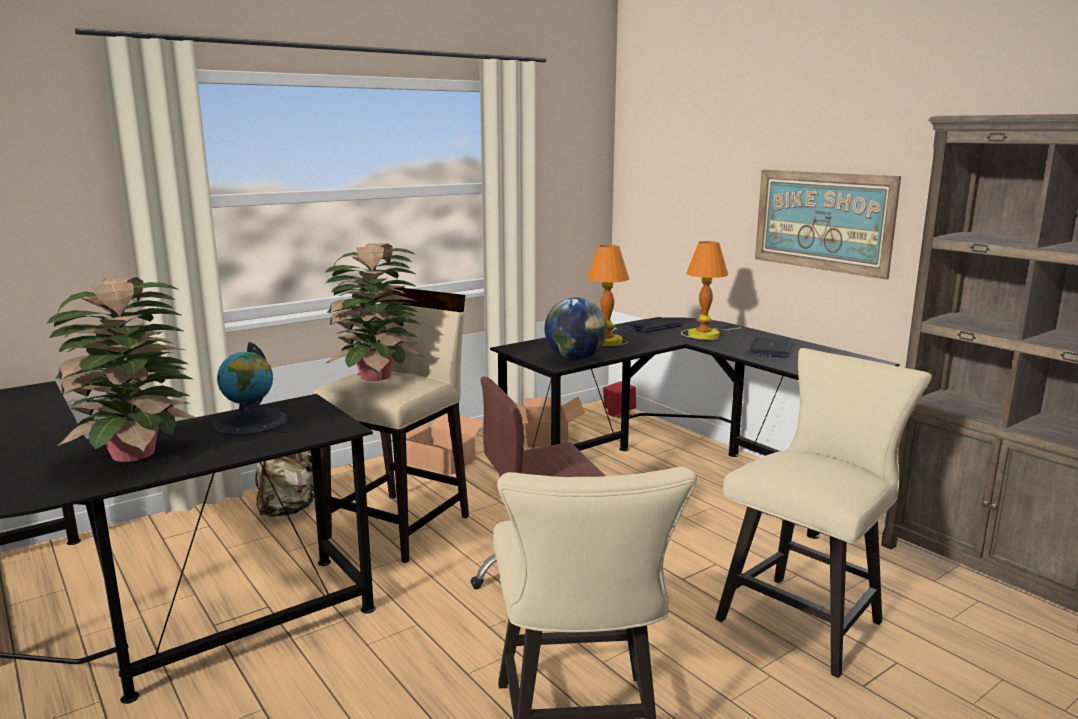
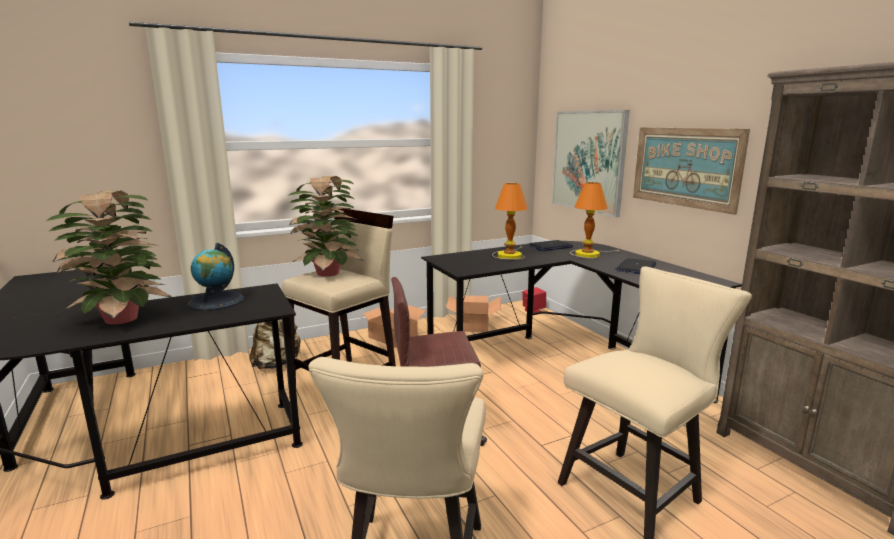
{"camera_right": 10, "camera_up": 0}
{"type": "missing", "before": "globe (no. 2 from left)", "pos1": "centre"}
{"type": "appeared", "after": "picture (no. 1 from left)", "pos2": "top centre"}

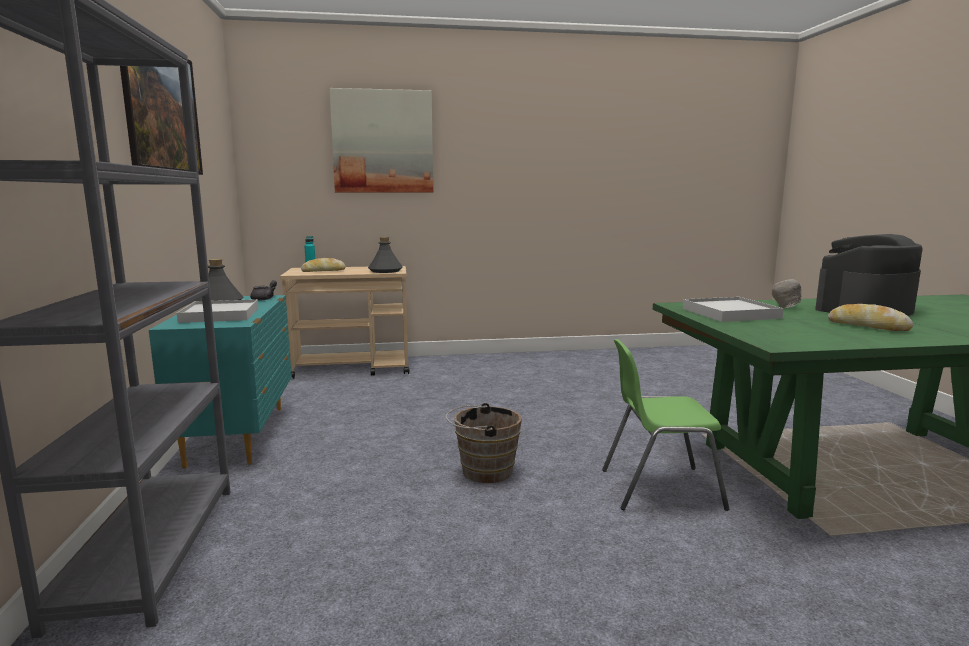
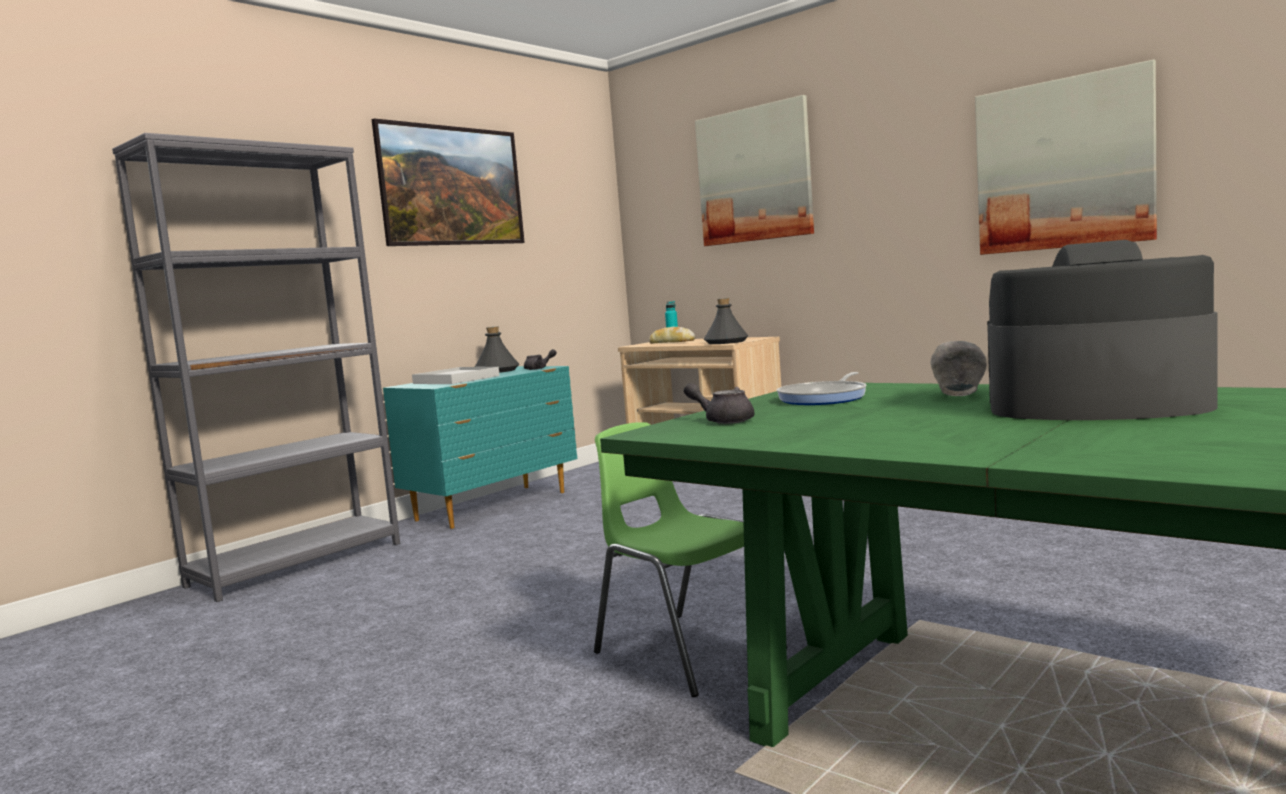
{"camera_right": 50, "camera_up": -5}
{"type": "exchanged", "before": "tray in white (no. 2 from left)", "after": "frying pan", "pos1": "middle right", "pos2": "centre"}
{"type": "missing", "before": "bread (no. 2 from left)", "pos1": "middle right"}
{"type": "missing", "before": "bucket in brown", "pos1": "bottom centre"}
{"type": "appeared", "after": "picture (no. 3 from left)", "pos2": "top right"}
{"type": "appeared", "after": "teapot in grey (no. 2 from left)", "pos2": "centre"}

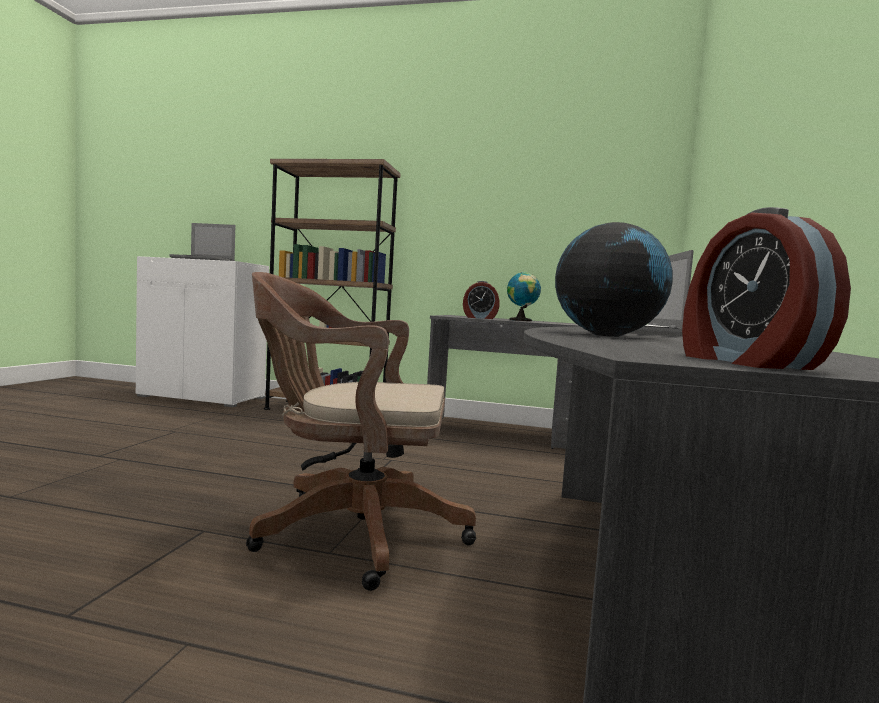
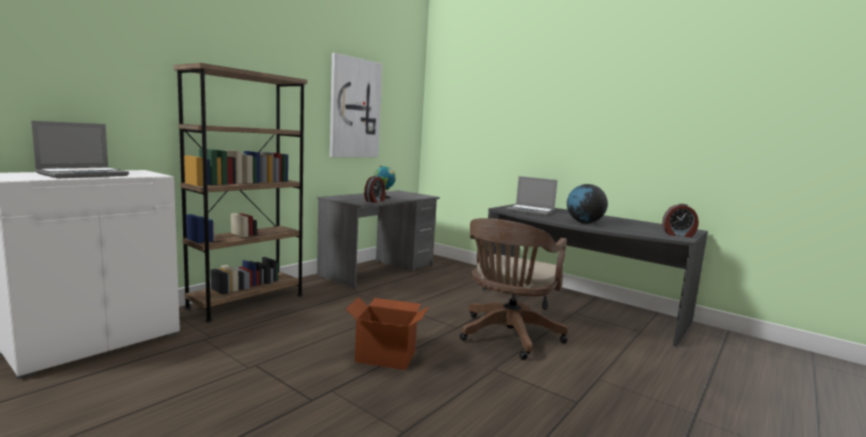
{"camera_right": -65, "camera_up": 5}
{"type": "appeared", "after": "picture", "pos2": "top centre"}
{"type": "appeared", "after": "cardboard box", "pos2": "bottom centre"}

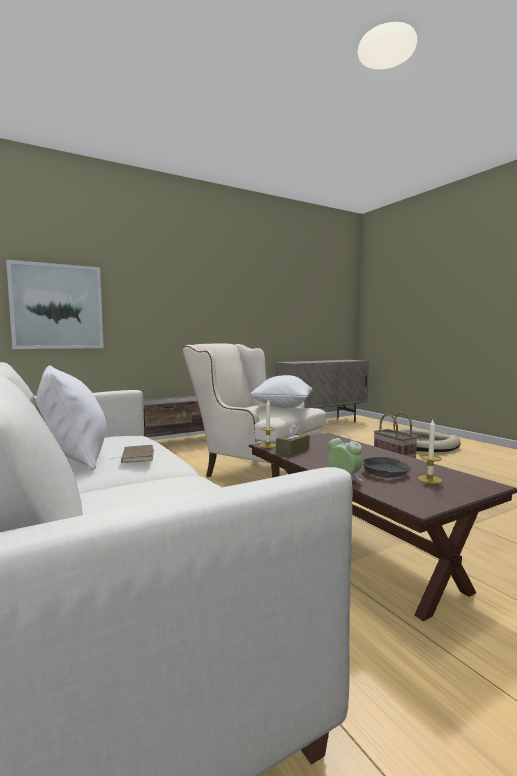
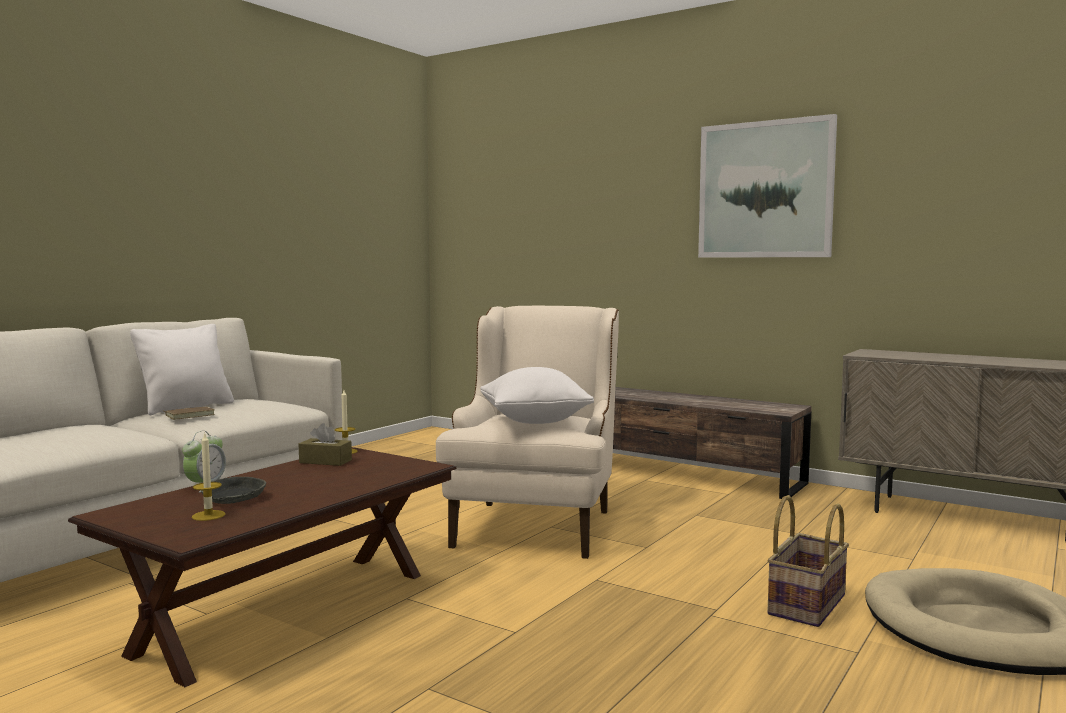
{"camera_right": 65, "camera_up": 0}
{"type": "relocated", "before": "picture", "pos1": "middle left", "pos2": "top right"}

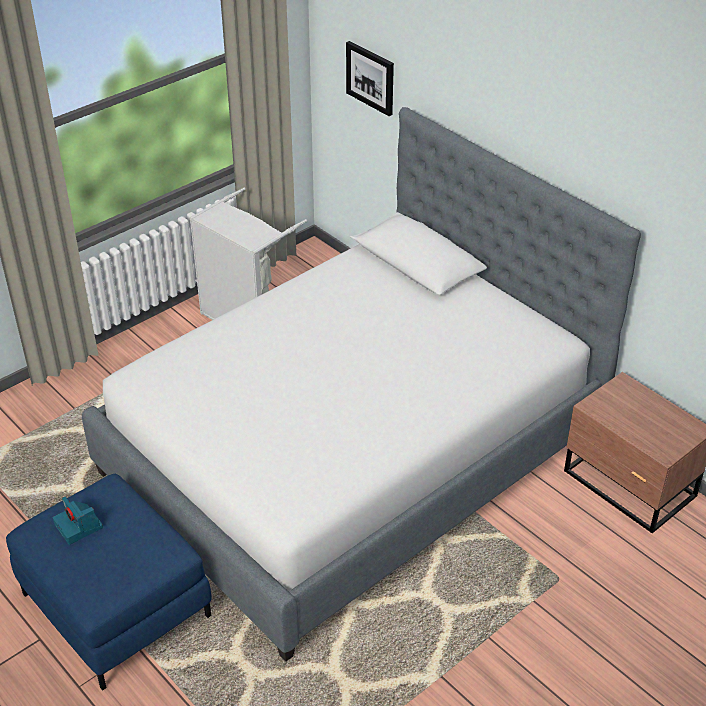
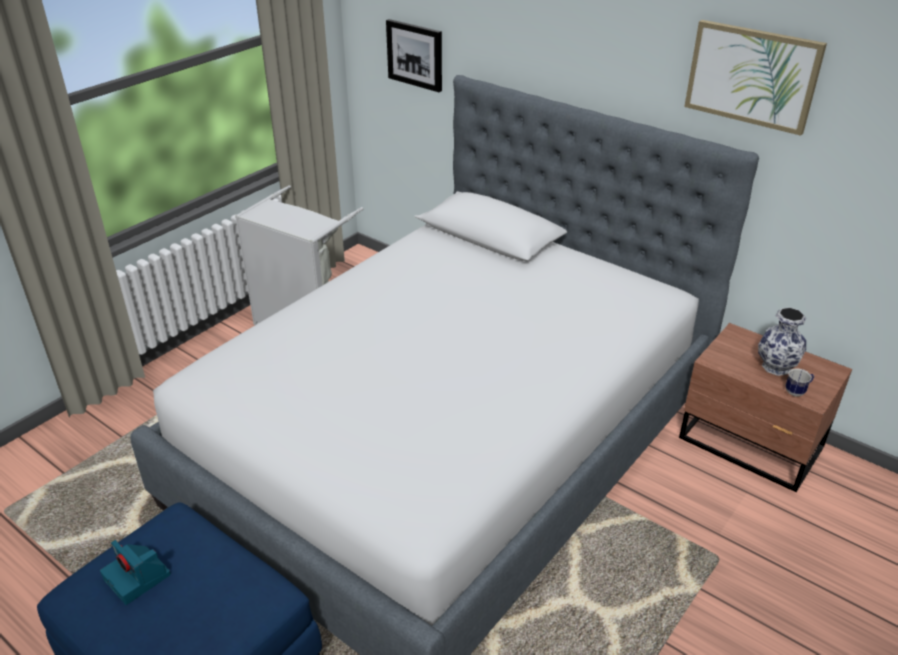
{"camera_right": -10, "camera_up": -5}
{"type": "appeared", "after": "picture (no. 2 from left)", "pos2": "top right"}
{"type": "appeared", "after": "vase", "pos2": "middle right"}
{"type": "appeared", "after": "mug", "pos2": "middle right"}

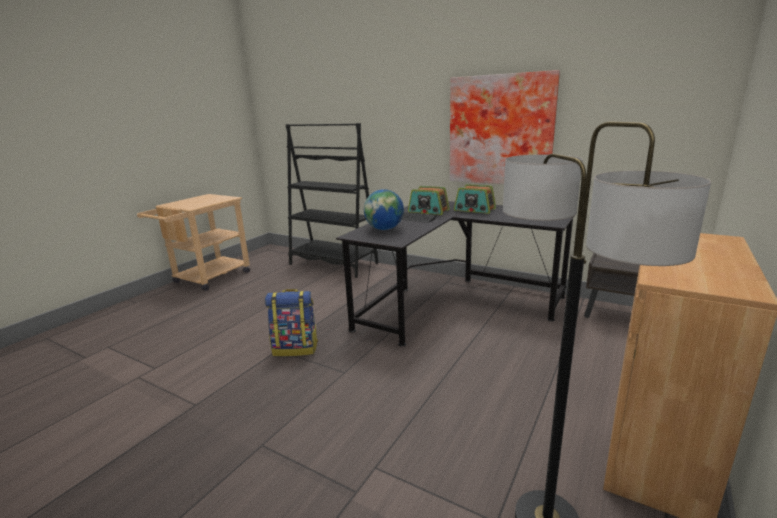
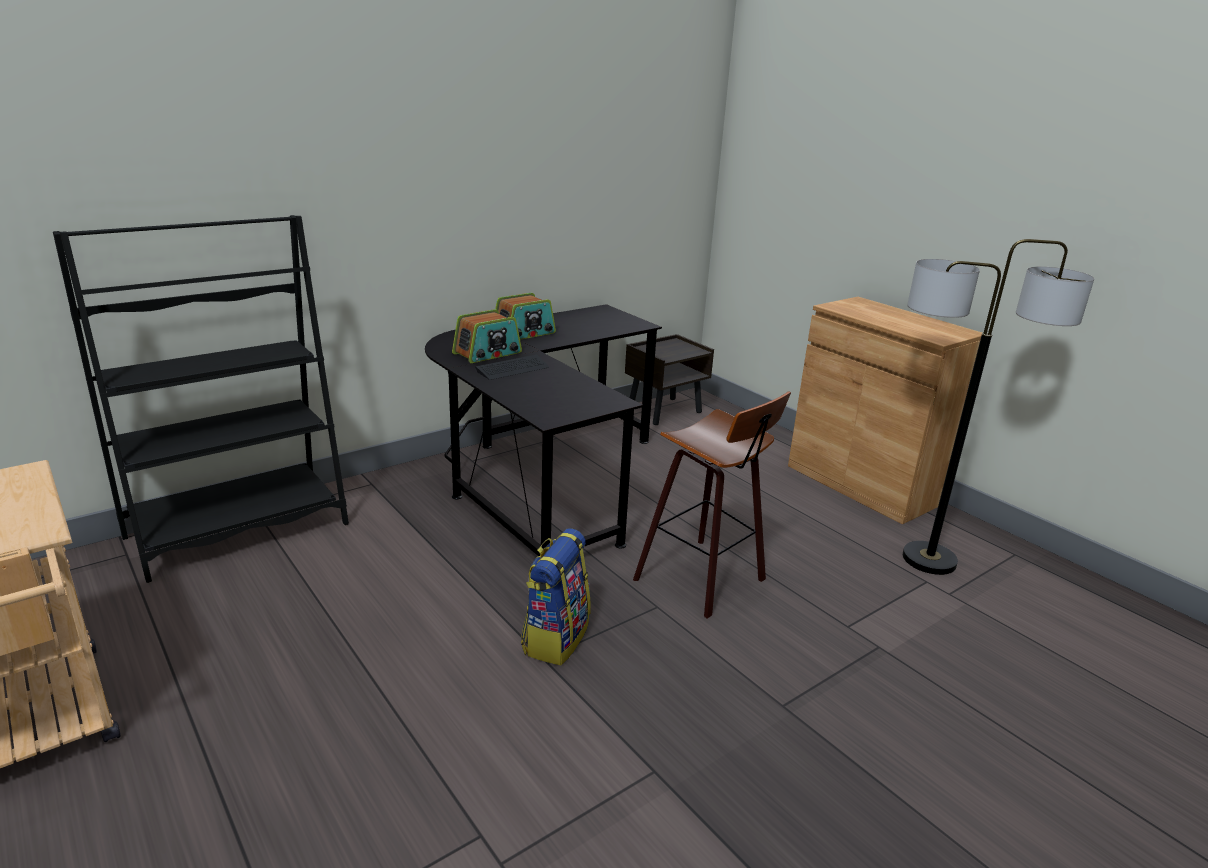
{"camera_right": -70, "camera_up": 5}
{"type": "missing", "before": "picture", "pos1": "top centre"}
{"type": "missing", "before": "globe", "pos1": "centre"}
{"type": "appeared", "after": "stool", "pos2": "centre"}

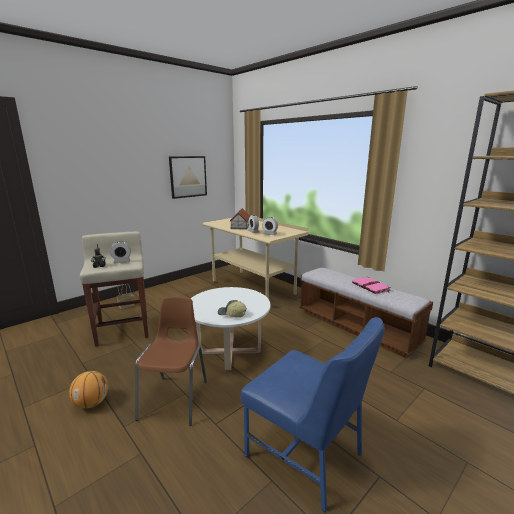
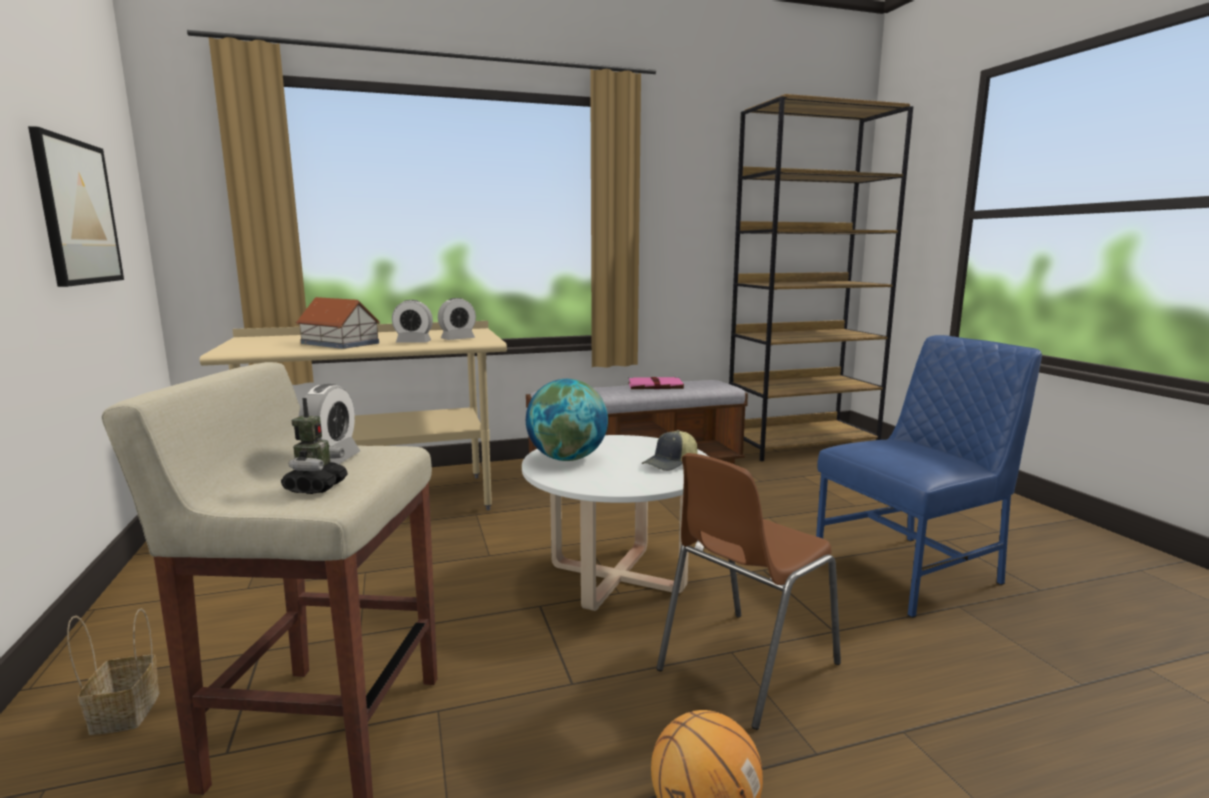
{"camera_right": -65, "camera_up": -5}
{"type": "spun", "before": "chair in brown", "pos1": "bottom left", "pos2": "bottom centre", "turn": -75}
{"type": "appeared", "after": "globe", "pos2": "centre"}

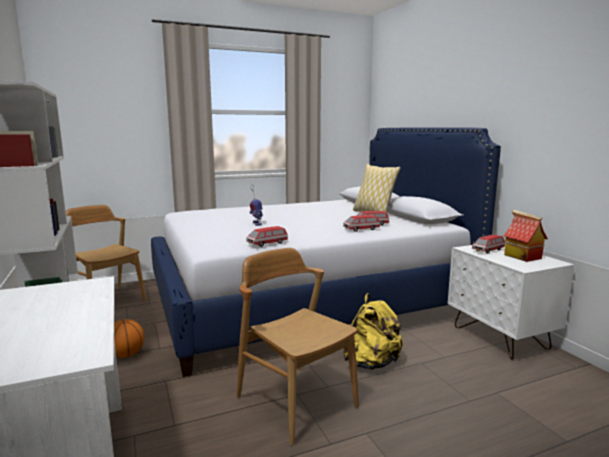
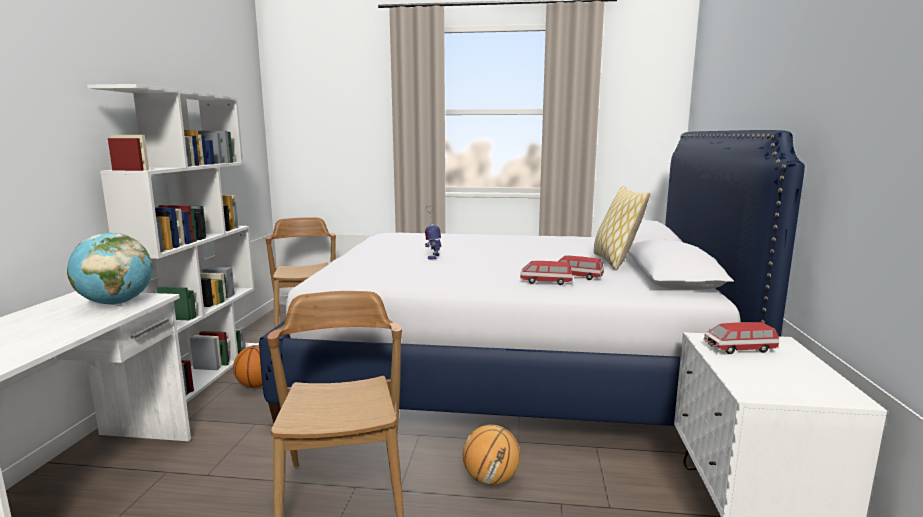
{"camera_right": 30, "camera_up": 0}
{"type": "missing", "before": "toy house", "pos1": "middle right"}
{"type": "missing", "before": "toy car (no. 1 from left)", "pos1": "centre"}
{"type": "exchanged", "before": "backpack in yellow", "after": "basketball (no. 2 from left)", "pos1": "bottom centre", "pos2": "bottom centre"}
{"type": "appeared", "after": "globe", "pos2": "middle left"}

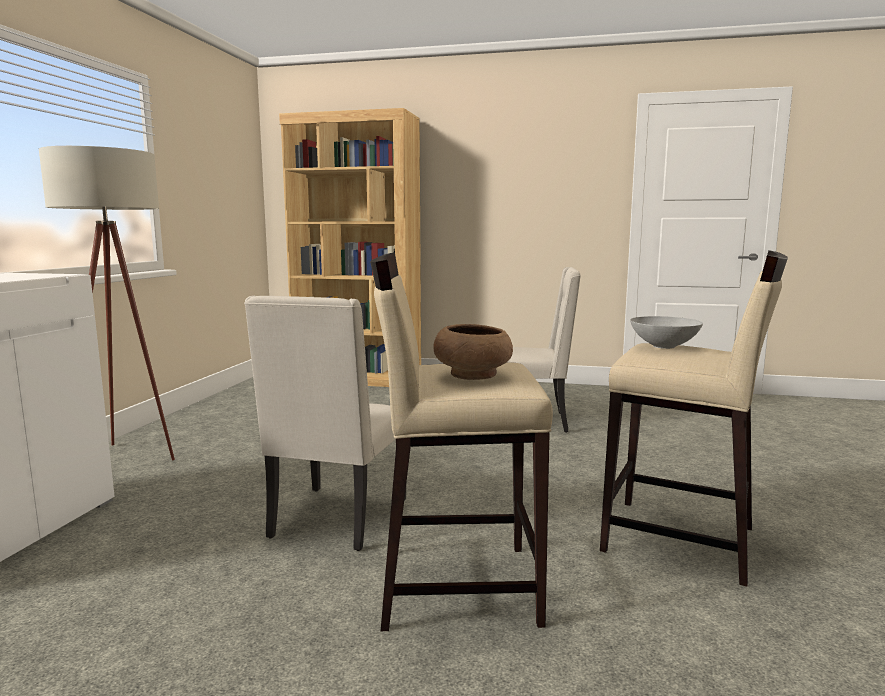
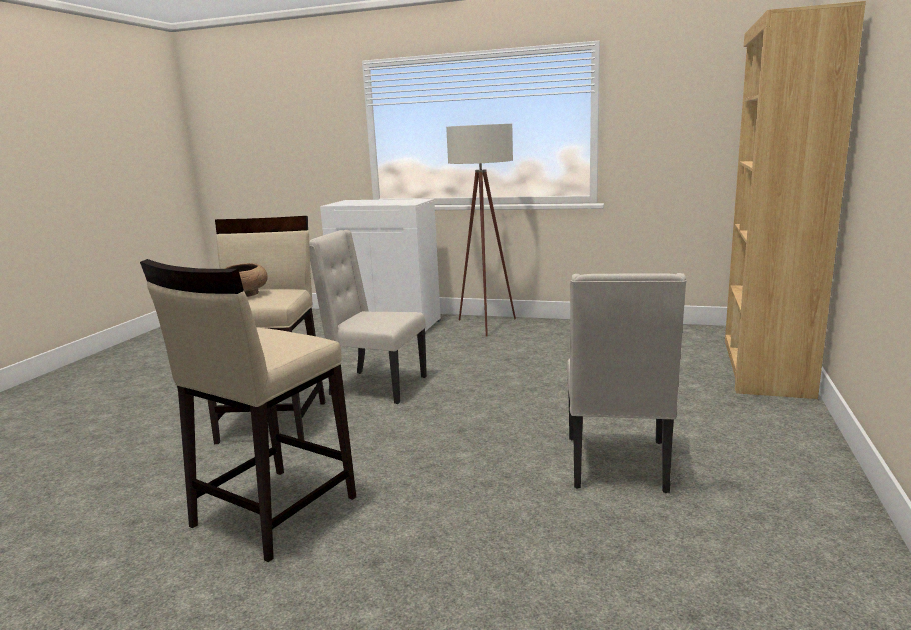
{"camera_right": 95, "camera_up": 5}
{"type": "missing", "before": "bowl in grey", "pos1": "middle right"}

